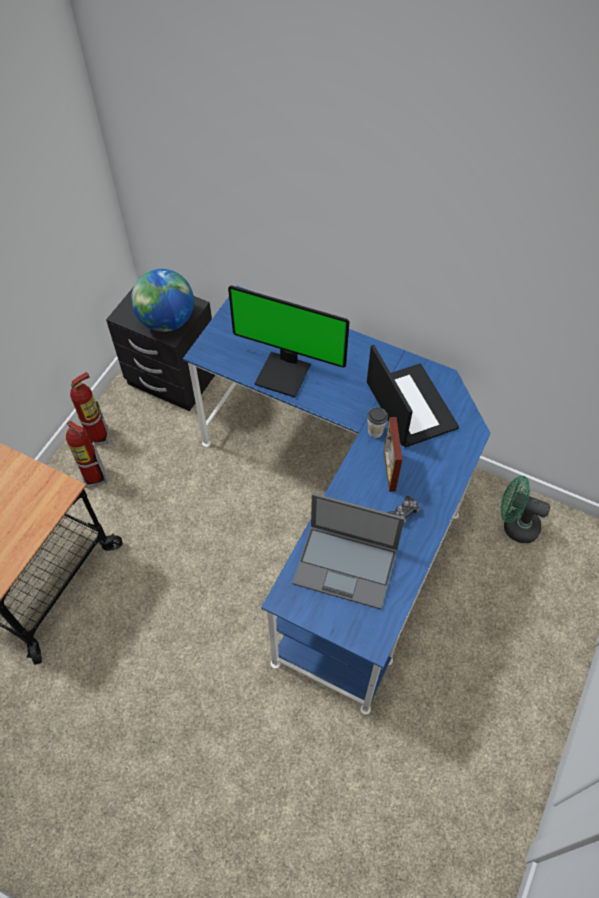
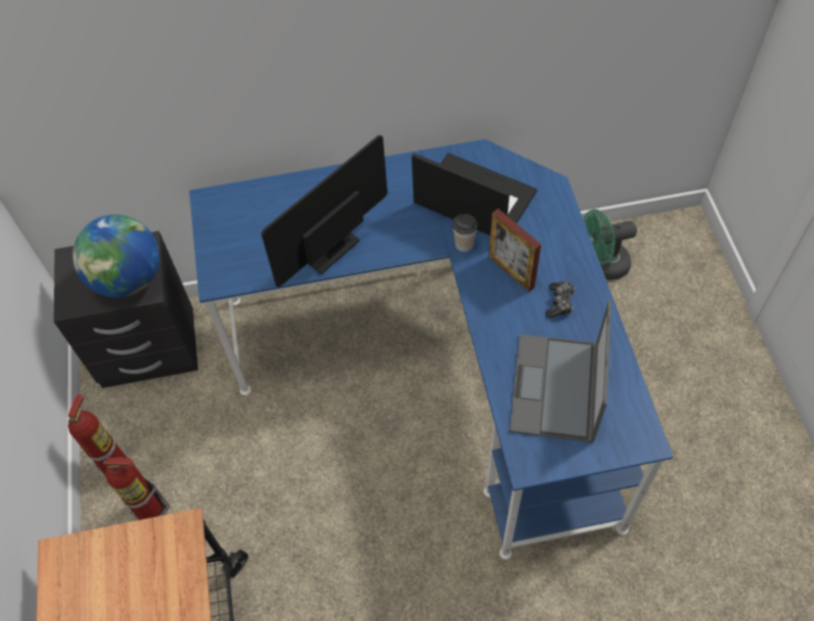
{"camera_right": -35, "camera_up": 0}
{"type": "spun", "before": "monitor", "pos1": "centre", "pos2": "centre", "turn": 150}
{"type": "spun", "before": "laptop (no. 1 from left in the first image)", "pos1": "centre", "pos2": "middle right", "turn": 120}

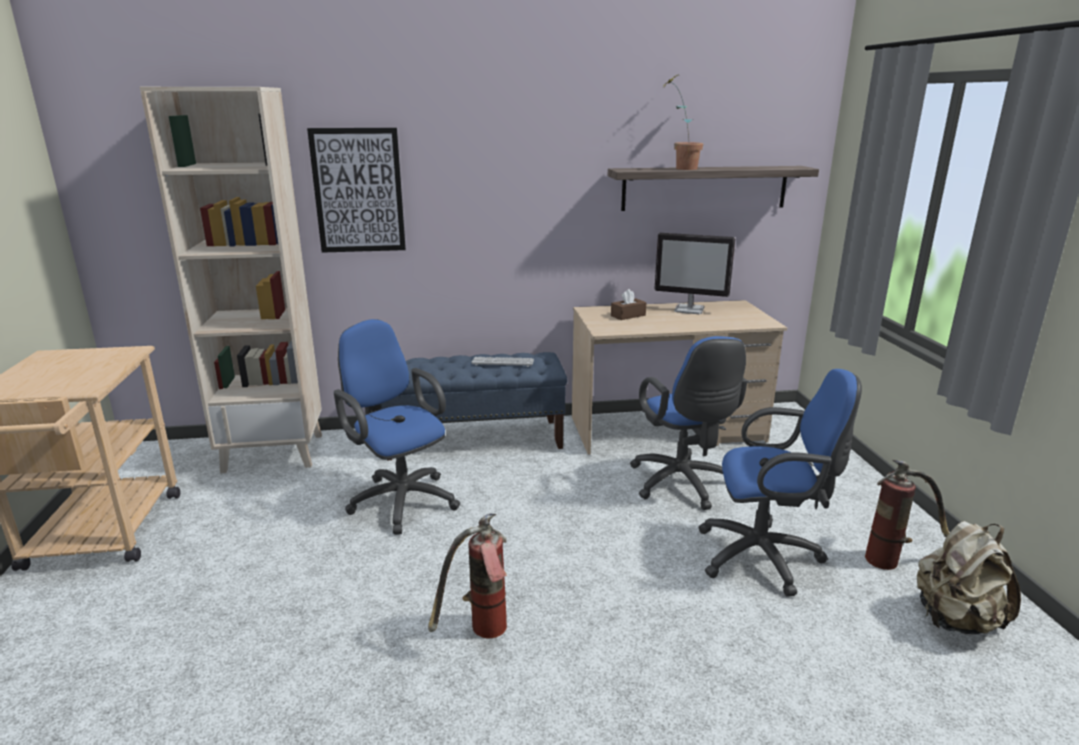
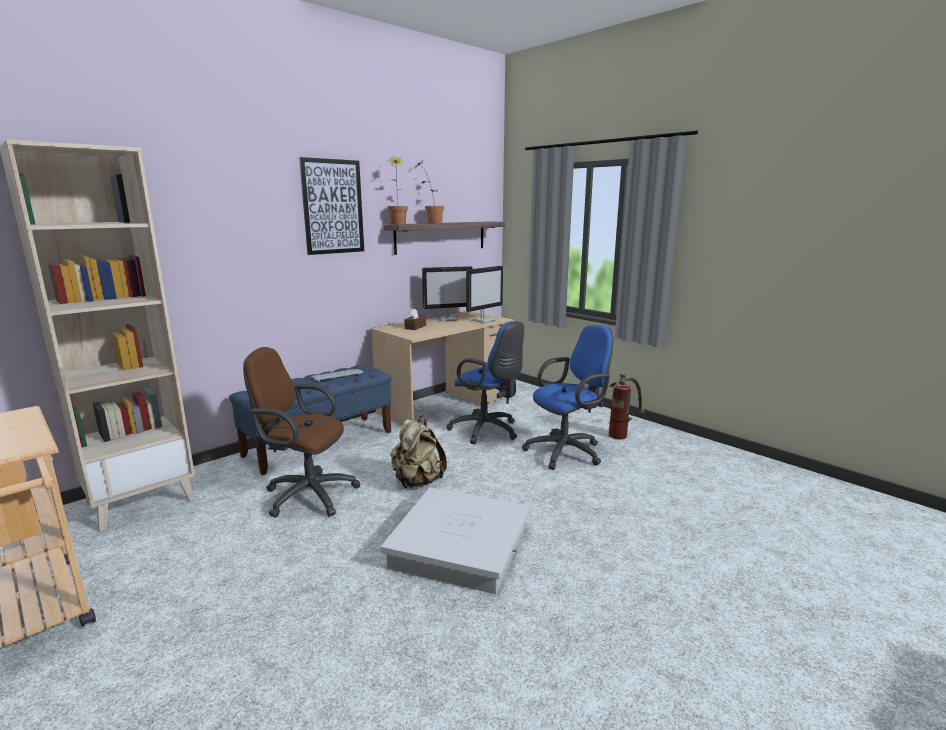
{"camera_right": -35, "camera_up": -5}
{"type": "relocated", "before": "picture", "pos1": "top left", "pos2": "top centre"}
{"type": "colour", "before": "office chair in blue (no. 1 from left)", "after": "office chair in brown", "pos1": "centre", "pos2": "middle left"}
{"type": "exchanged", "before": "fire extinguisher (no. 1 from left)", "after": "storage box in white", "pos1": "bottom centre", "pos2": "bottom centre"}
{"type": "relocated", "before": "backpack in beige", "pos1": "bottom right", "pos2": "centre"}
{"type": "appeared", "after": "potted plant (no. 1 from left)", "pos2": "top centre"}
{"type": "appeared", "after": "monitor (no. 2 from left)", "pos2": "centre"}

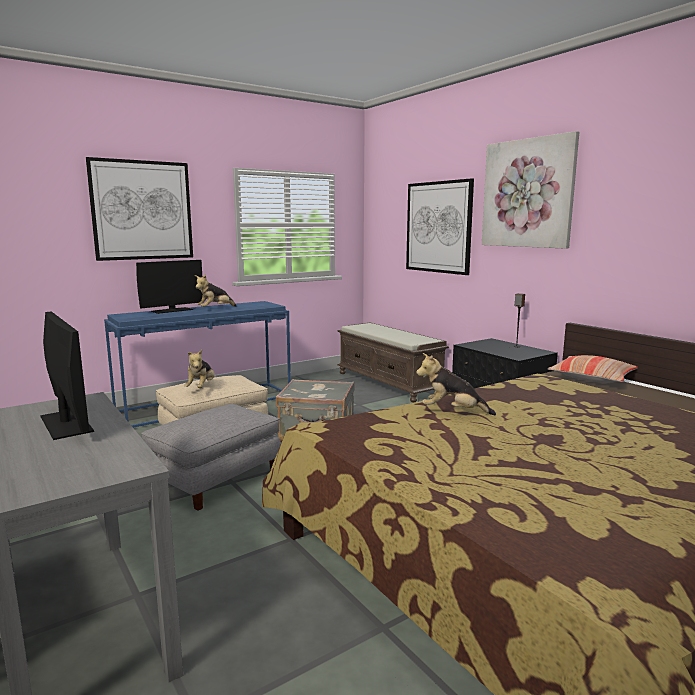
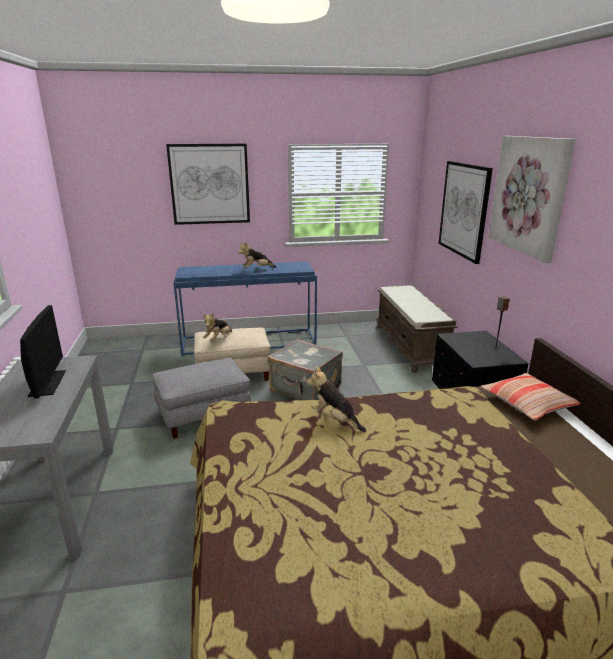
{"camera_right": 25, "camera_up": 10}
{"type": "missing", "before": "monitor (no. 2 from left)", "pos1": "middle left"}

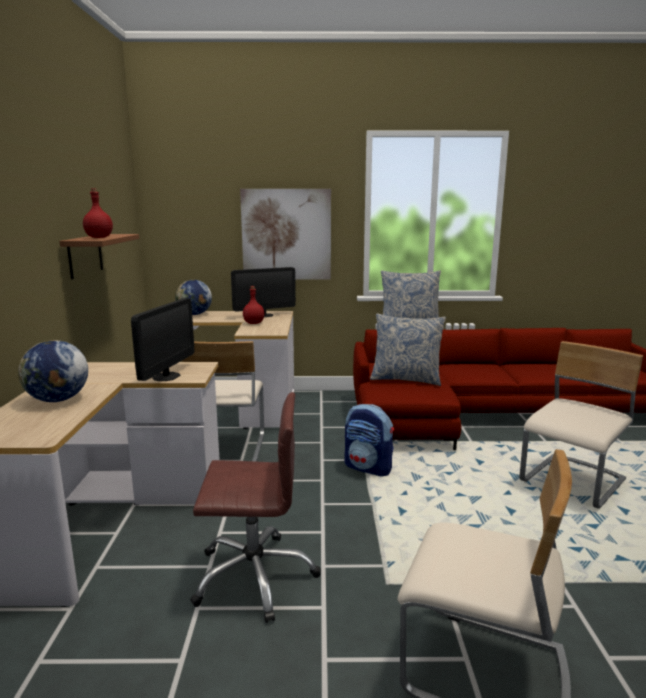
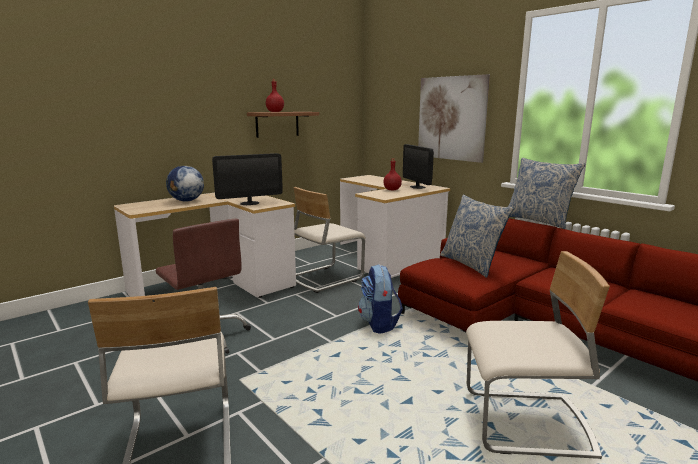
{"camera_right": 50, "camera_up": 0}
{"type": "spun", "before": "monitor (no. 2 from left)", "pos1": "centre", "pos2": "centre", "turn": 45}
{"type": "missing", "before": "globe (no. 2 from left)", "pos1": "middle left"}

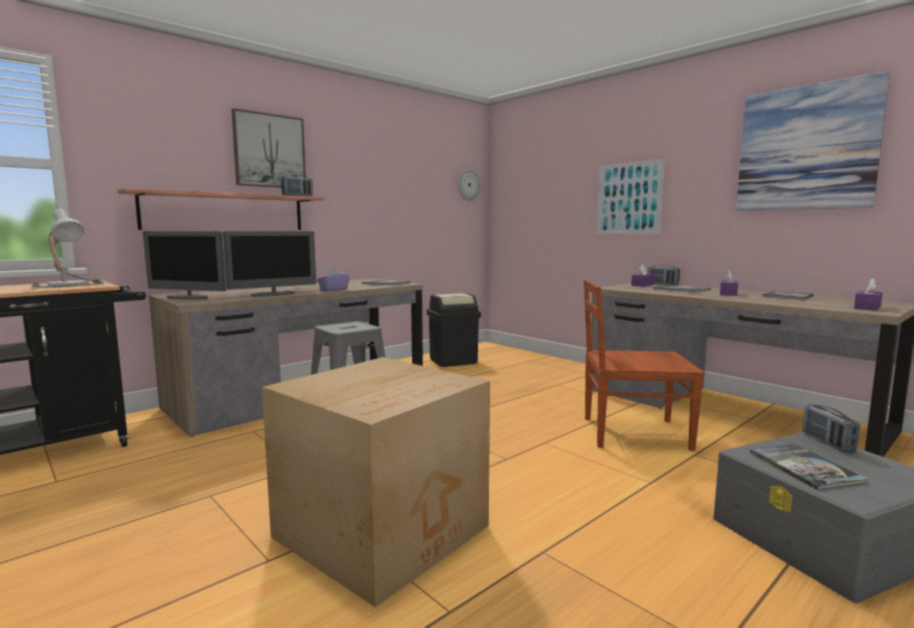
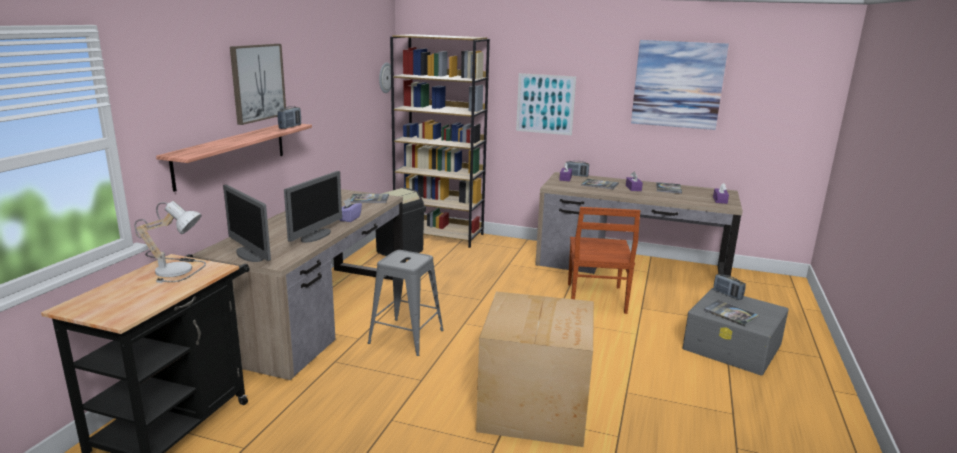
{"camera_right": -30, "camera_up": 10}
{"type": "spun", "before": "monitor (no. 1 from left)", "pos1": "middle left", "pos2": "middle left", "turn": 60}
{"type": "spun", "before": "chair in brown", "pos1": "middle right", "pos2": "centre", "turn": -60}
{"type": "appeared", "after": "bookcase in brown", "pos2": "top centre"}

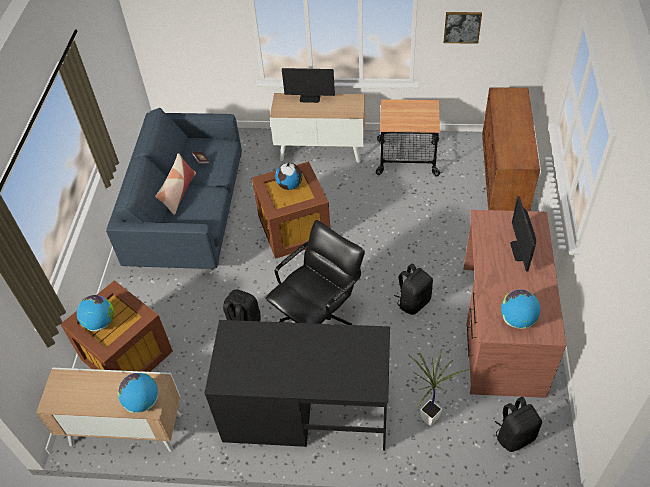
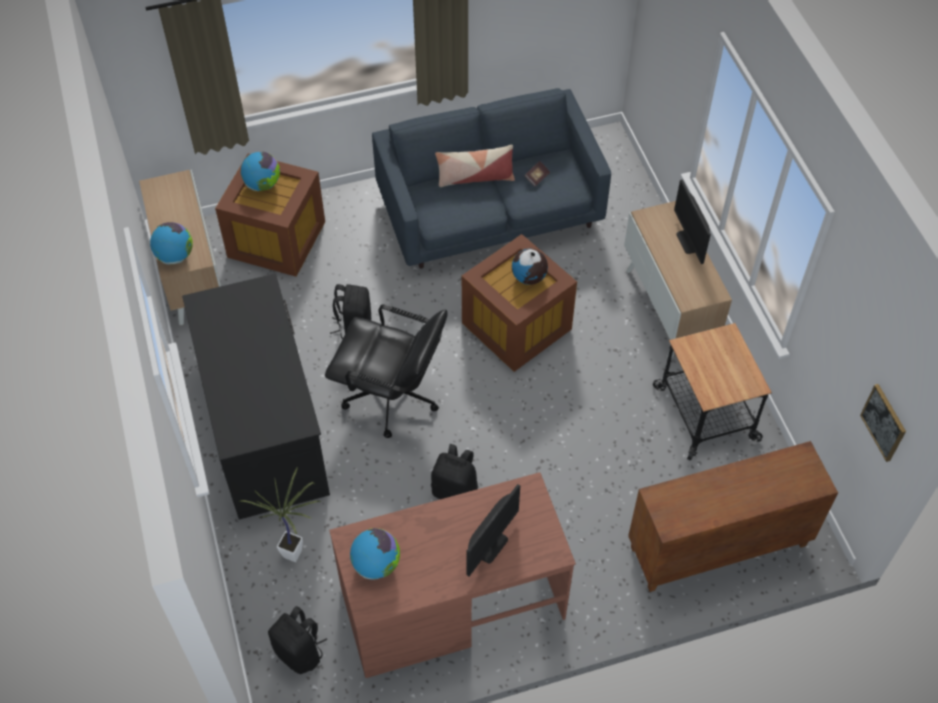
{"camera_right": 65, "camera_up": 5}
{"type": "relocated", "before": "picture", "pos1": "top right", "pos2": "middle right"}
{"type": "spun", "before": "monitor (no. 2 from left in the first image)", "pos1": "middle right", "pos2": "bottom centre", "turn": 150}

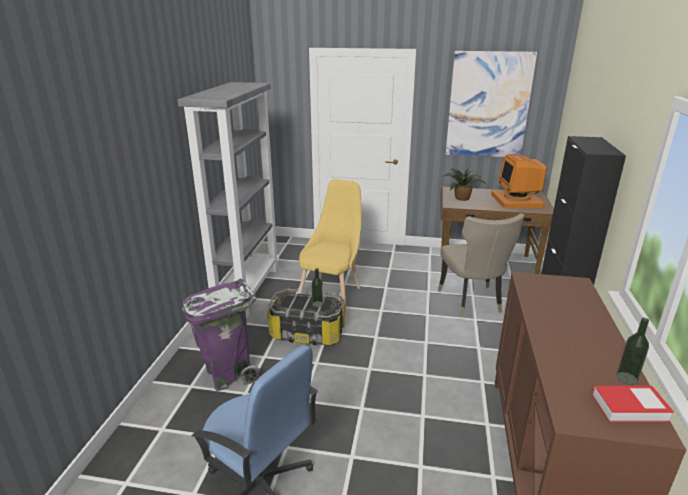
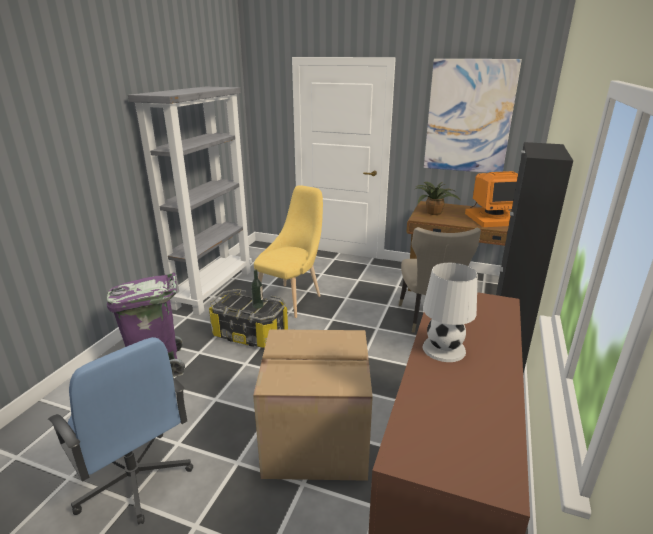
{"camera_right": 10, "camera_up": 0}
{"type": "spun", "before": "monitor", "pos1": "middle right", "pos2": "middle right", "turn": -105}
{"type": "missing", "before": "bottle (no. 2 from left)", "pos1": "bottom right"}
{"type": "missing", "before": "book", "pos1": "bottom right"}
{"type": "appeared", "after": "table lamp in white", "pos2": "middle right"}
{"type": "appeared", "after": "cardboard box", "pos2": "bottom centre"}

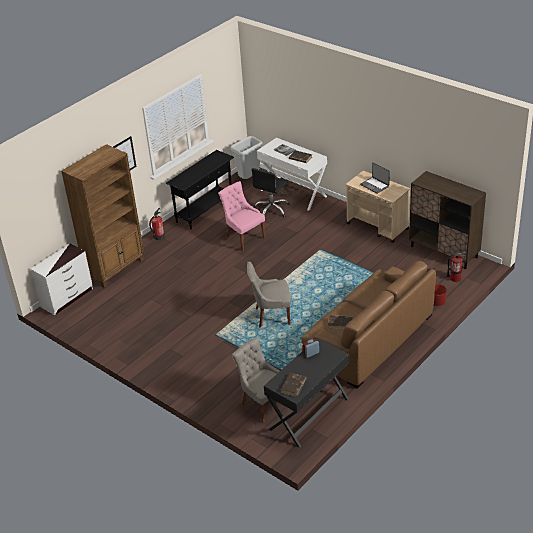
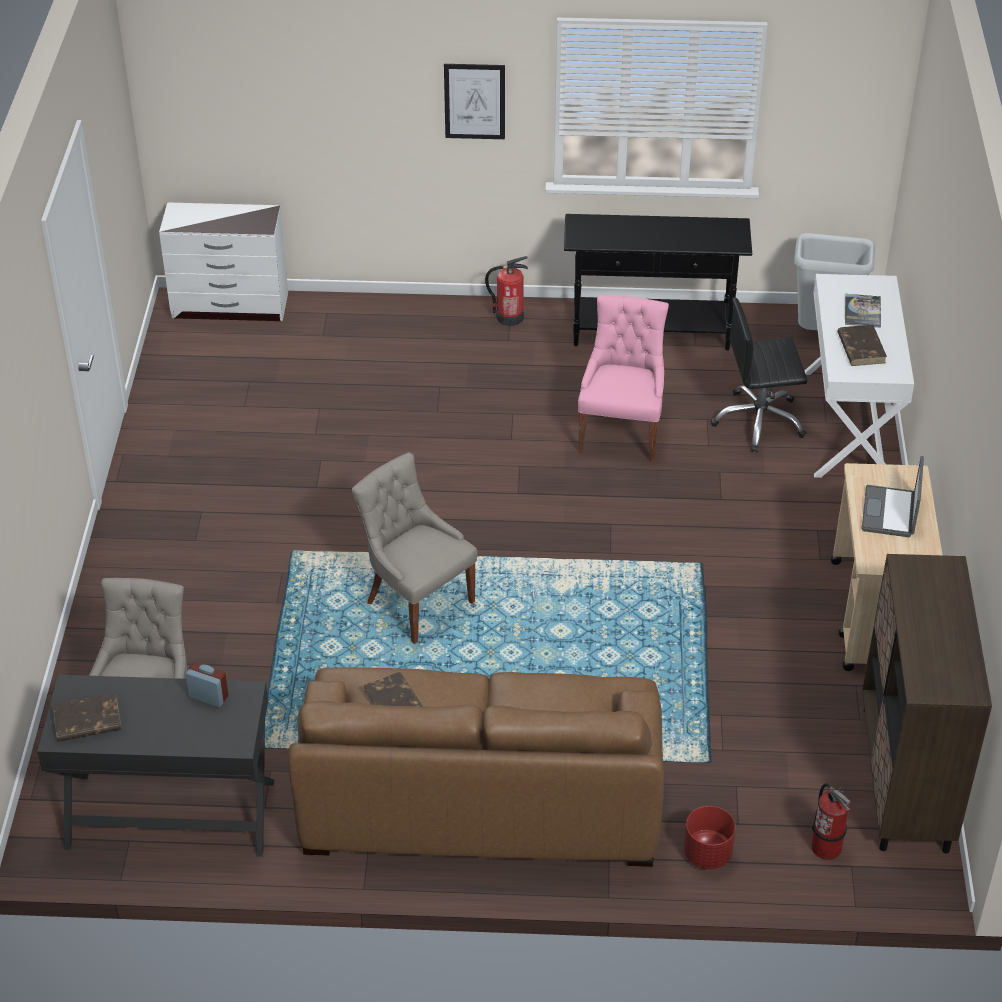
{"camera_right": 50, "camera_up": 5}
{"type": "missing", "before": "bookcase in brown", "pos1": "middle left"}

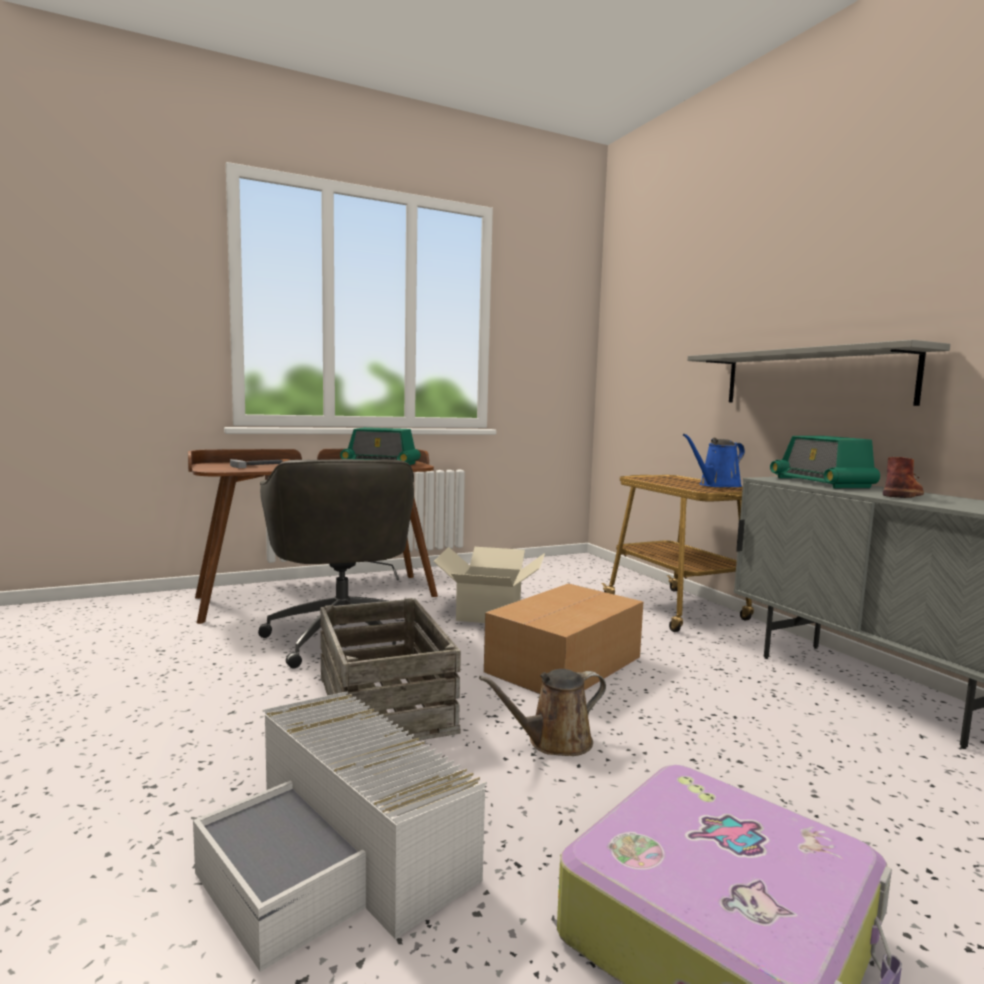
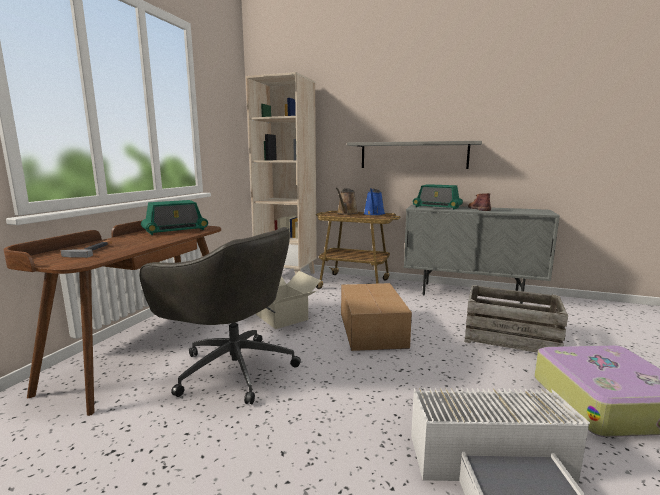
{"camera_right": -45, "camera_up": 5}
{"type": "relocated", "before": "crate", "pos1": "bottom centre", "pos2": "middle right"}
{"type": "relocated", "before": "watering can in brown", "pos1": "bottom centre", "pos2": "centre"}
{"type": "appeared", "after": "bookcase in beige", "pos2": "centre"}

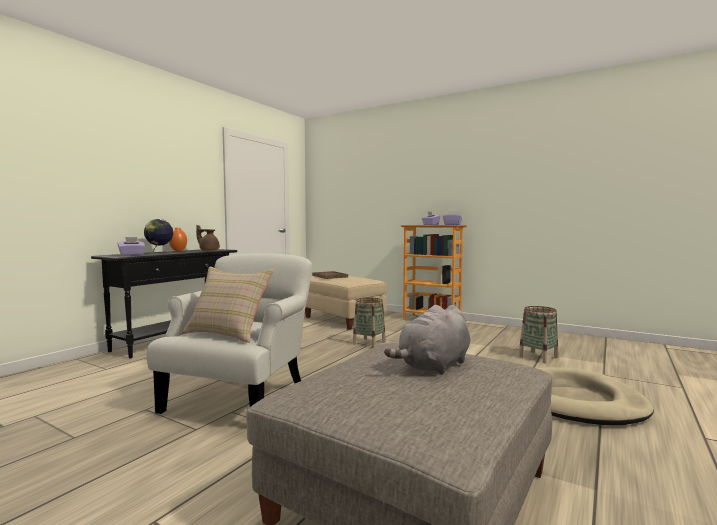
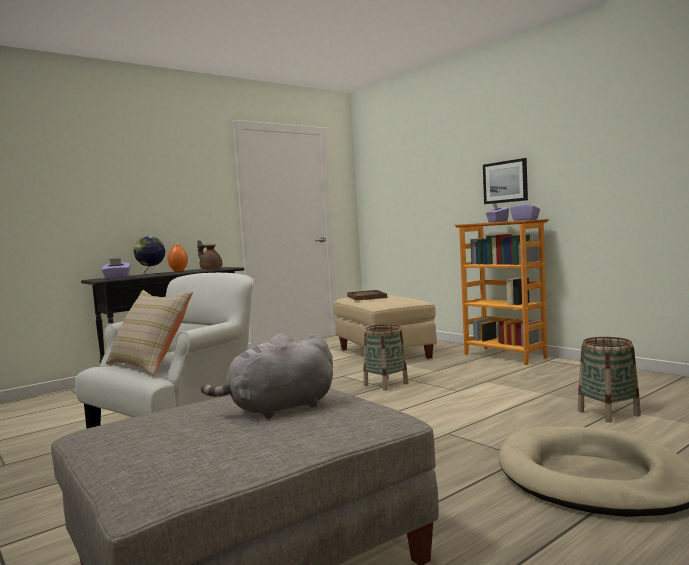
{"camera_right": 20, "camera_up": 0}
{"type": "appeared", "after": "picture", "pos2": "top right"}

